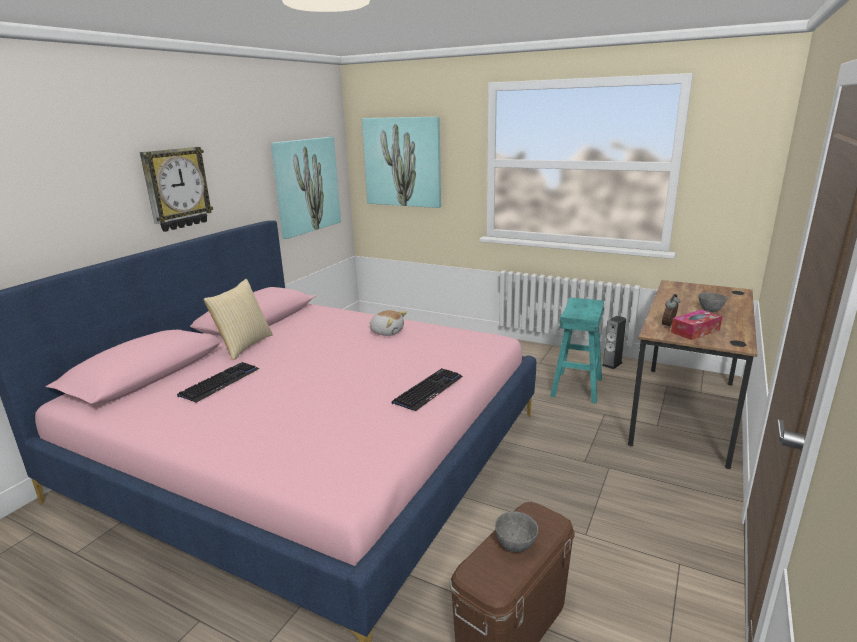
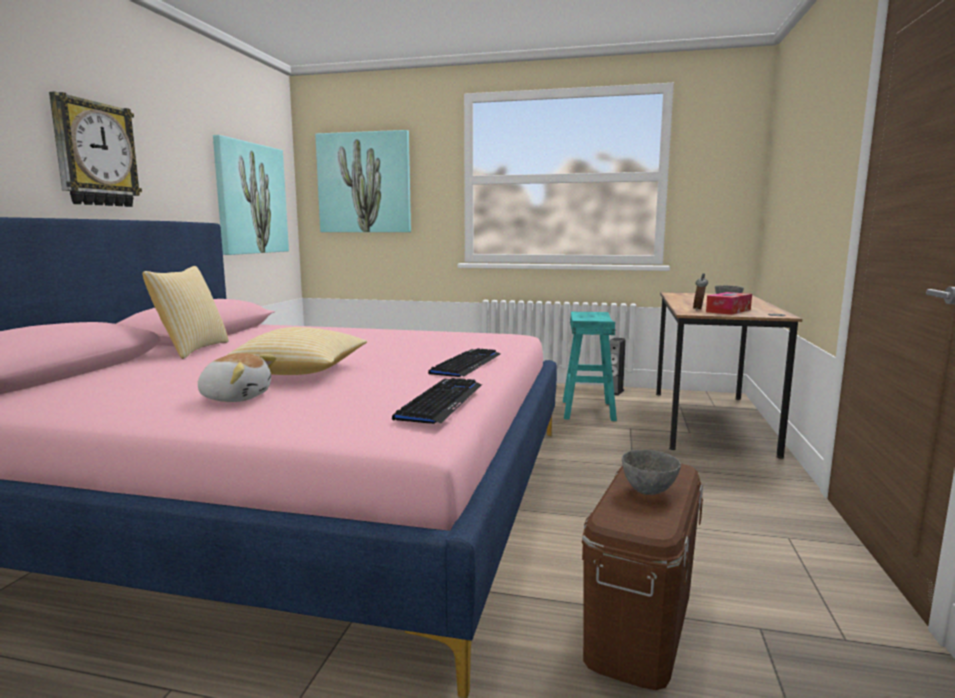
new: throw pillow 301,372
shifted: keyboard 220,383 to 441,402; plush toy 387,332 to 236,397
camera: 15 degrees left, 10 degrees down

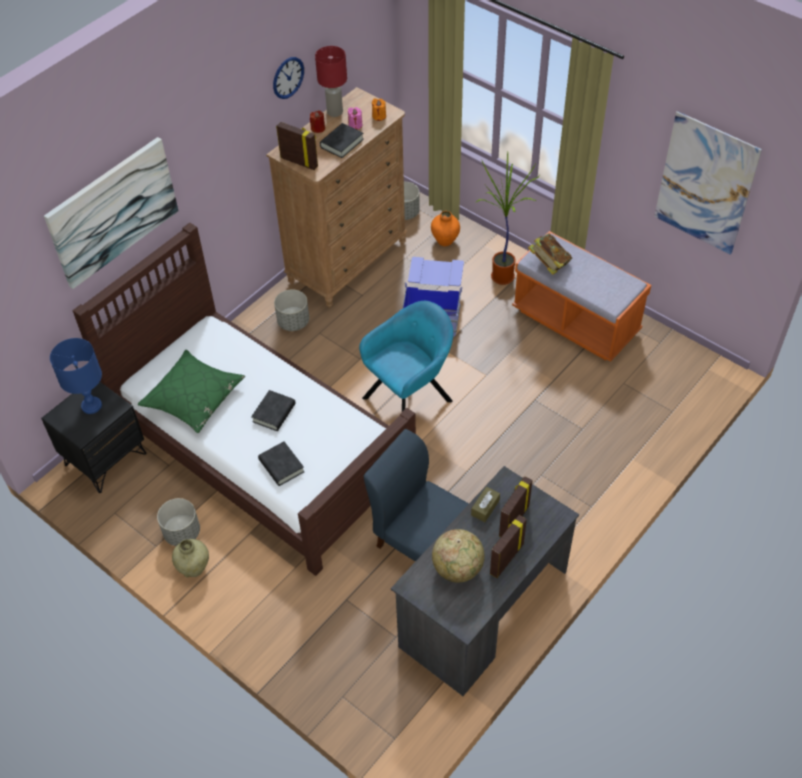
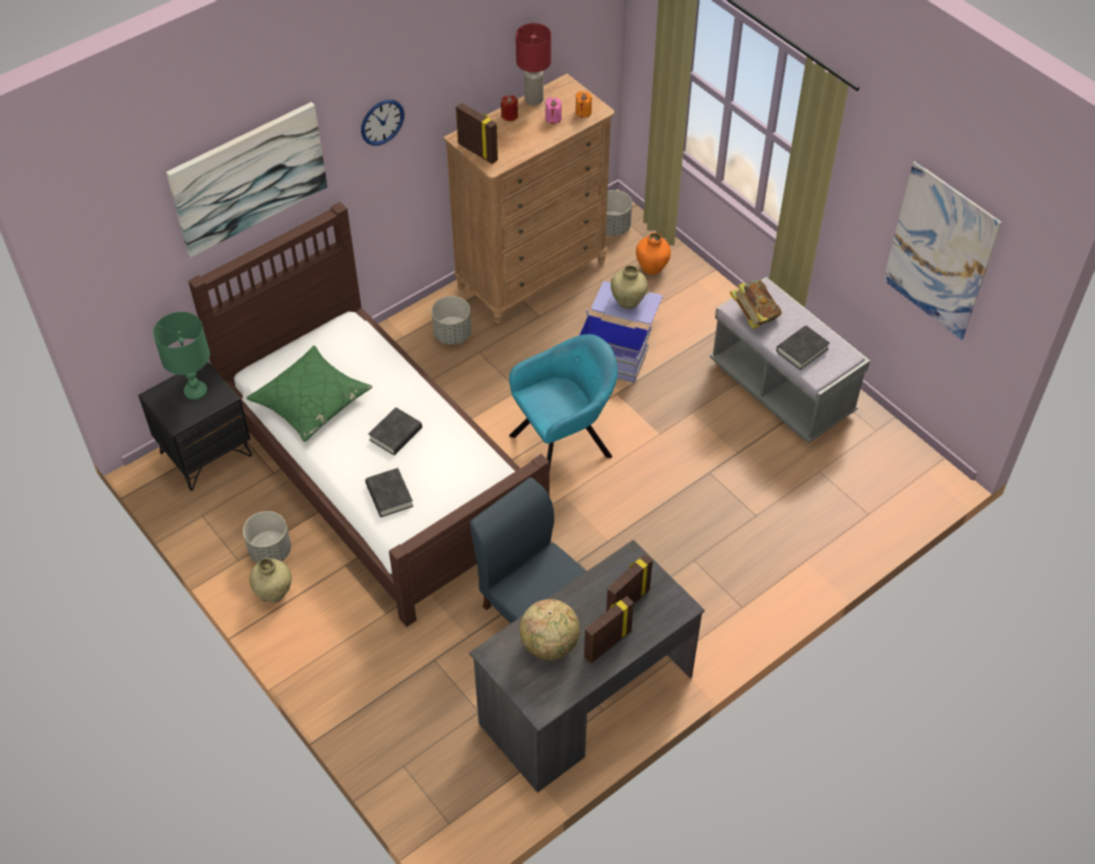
gone: tissue holder/brownish 485,508; potted plant 502,279
new: decorative vase/beige-coloured 628,302
shifted: wall clock 288,77 to 382,122; bound book/black-coloured 341,143 to 802,350
repainted: tabletop lamp/blue-coloured 91,406 to tabletop lamp/greenish 195,391; indoor bench/orange-coloured 575,321 to indoor bench/gray 781,389
camera: 10 degrees right, 0 degrees up

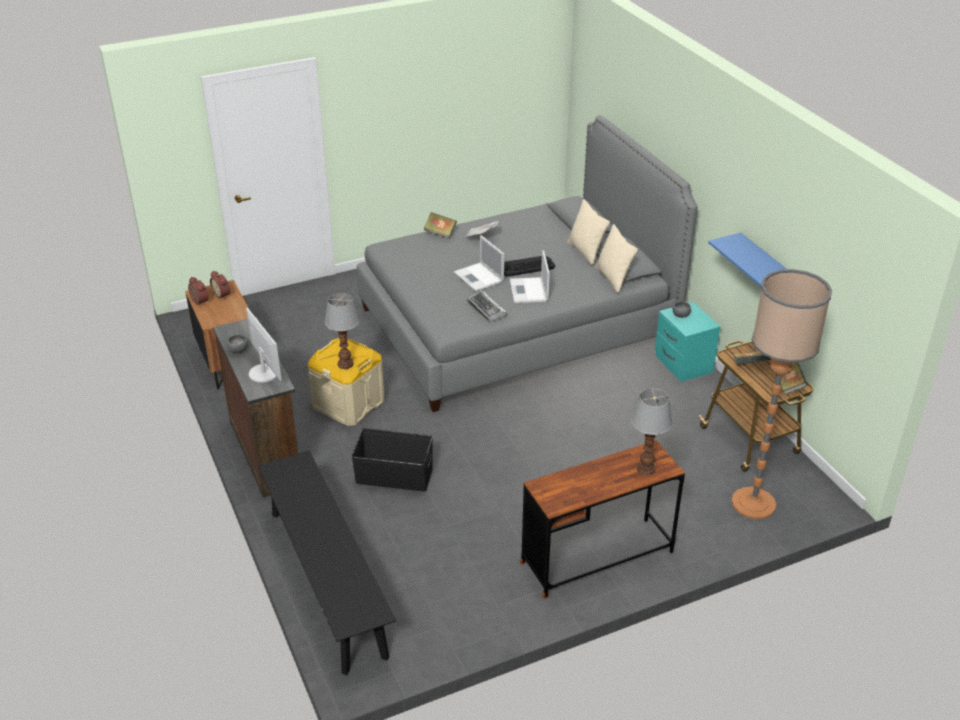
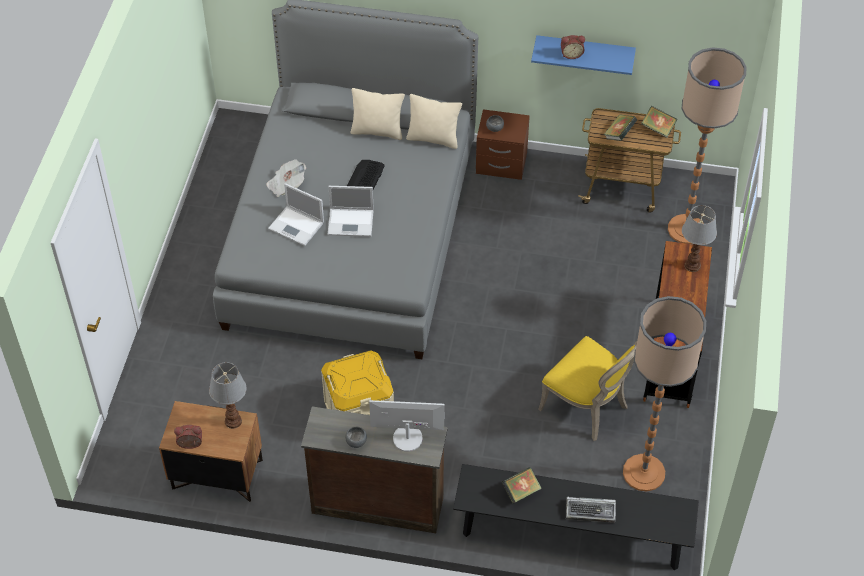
gone: storage bin/black-coloured 394,475
new: upright chair/yellow-coloured 588,408; floor lamp 643,473
shifted: alarm clock 222,295 to 571,54; tabletop lamp 346,364 to 233,420; bound book 440,233 to 521,491; keyboard 487,309 to 591,511; portable computer 529,291 to 297,226
repainted: bedside table/blue-green 682,364 to bedside table/brownish 501,164
camera: 55 degrees left, 15 degrees up

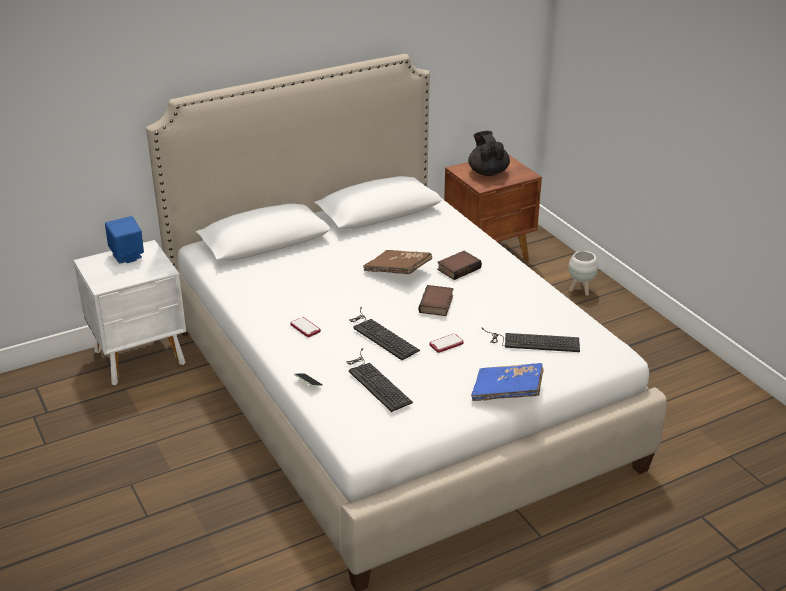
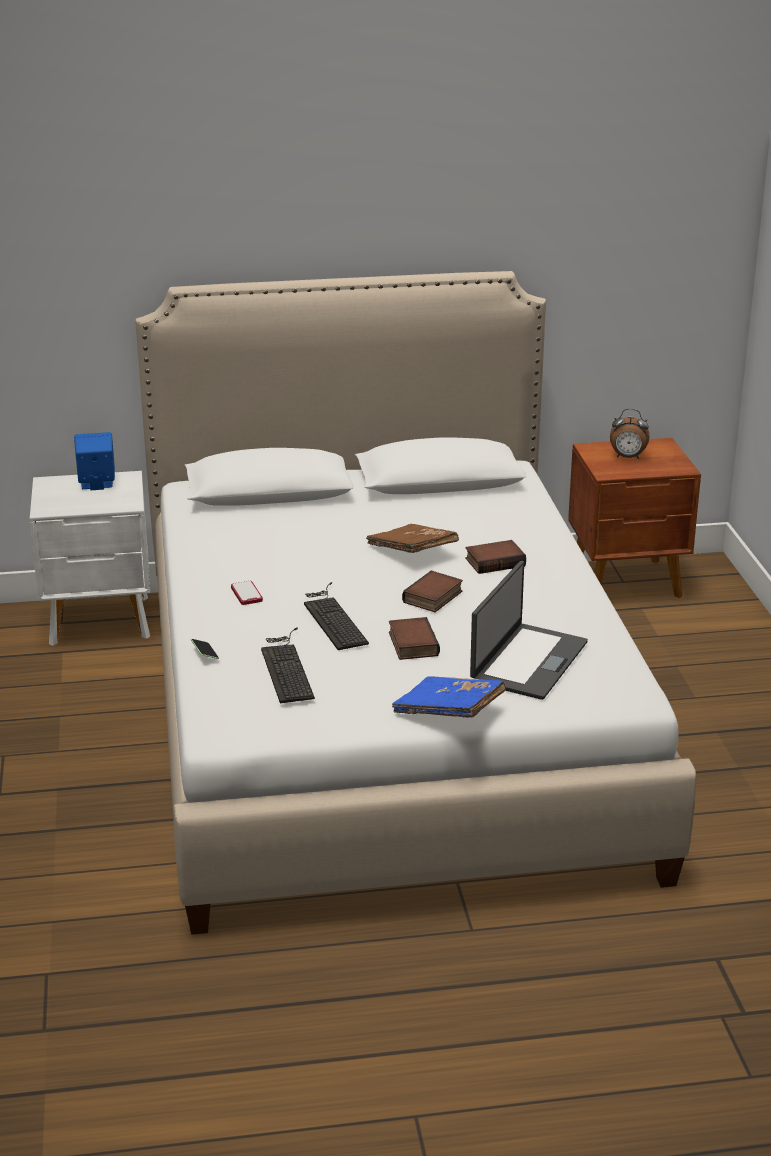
gone: flower pot/white-coloured 580,290
swapped: telephone 446,344 to bound book 411,644; tea pot/black-coloured 488,172 to alarm clock 627,457; keyboard 532,341 to portable computer 527,661
camera: 20 degrees right, 5 degrees down

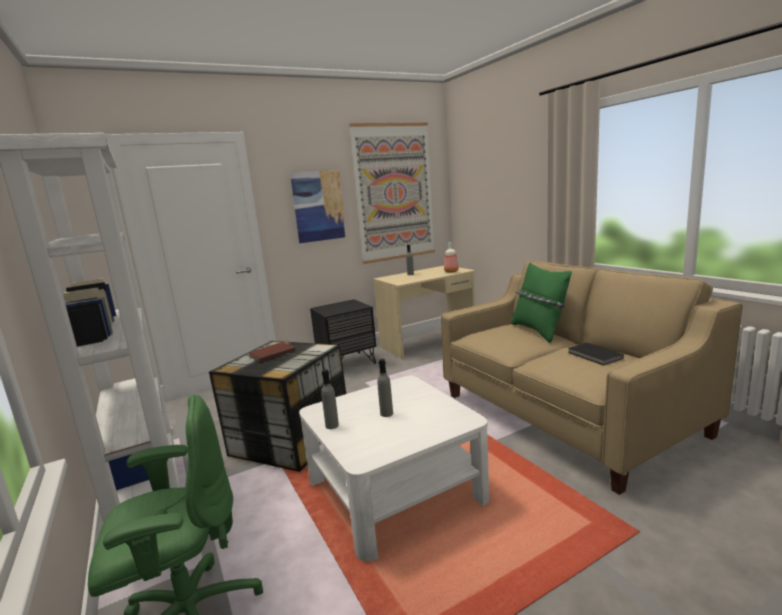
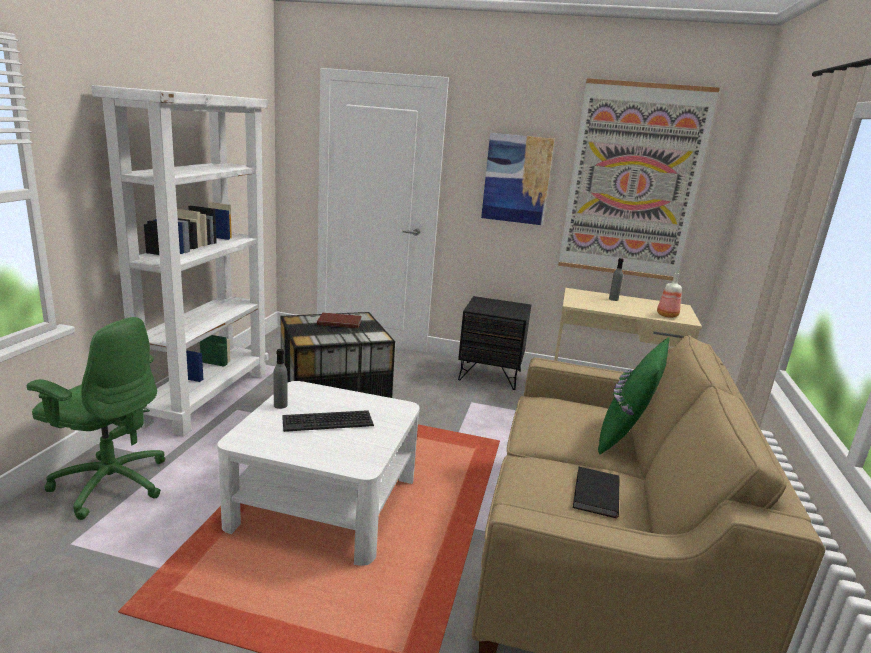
swapped: beverage bottle/gray 386,413 to keyboard 327,421
camera: 40 degrees right, 5 degrees up

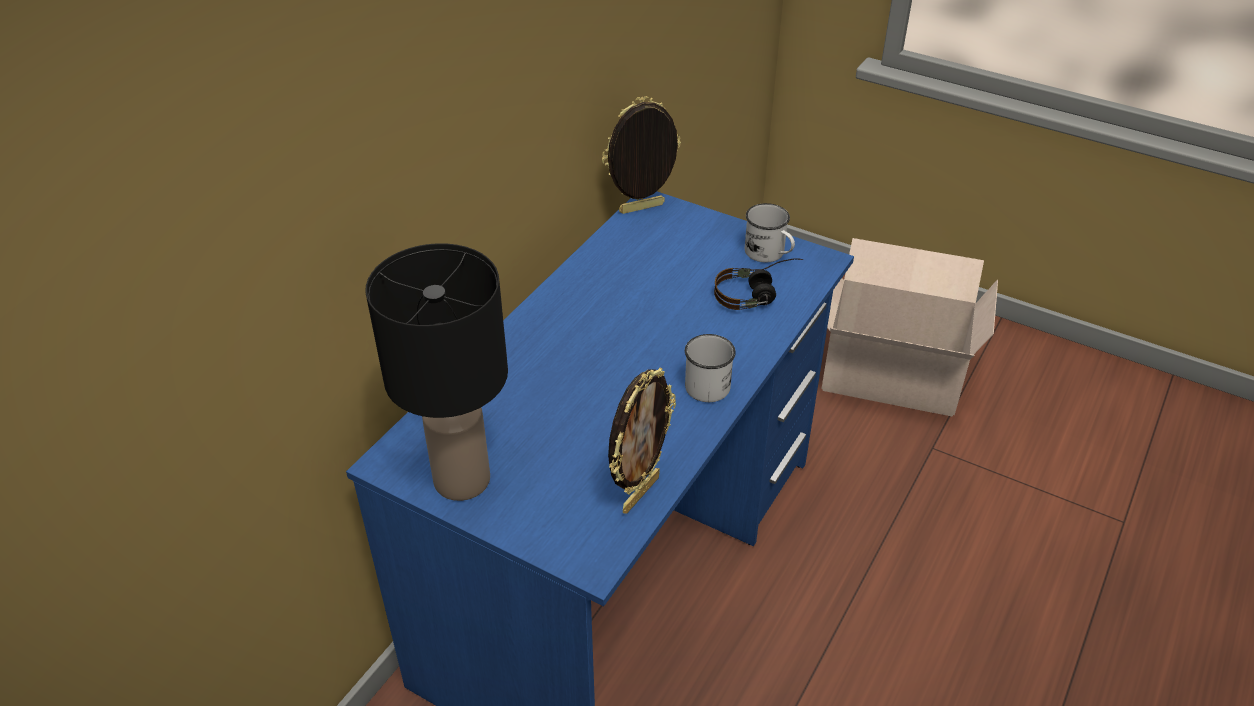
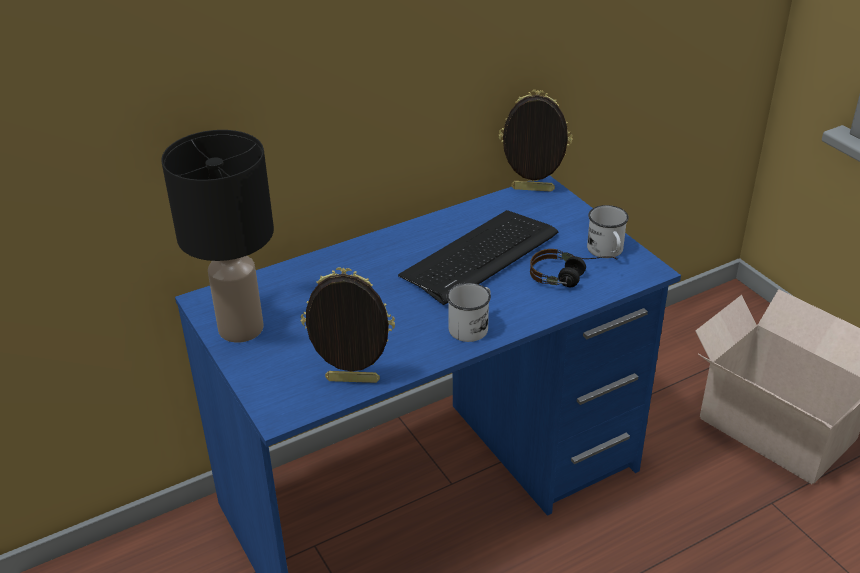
new: keyboard 480,257
rotated: picture frame 639,493 = 352,382 150 degrees counterclockwise
camera: 30 degrees right, 5 degrees down

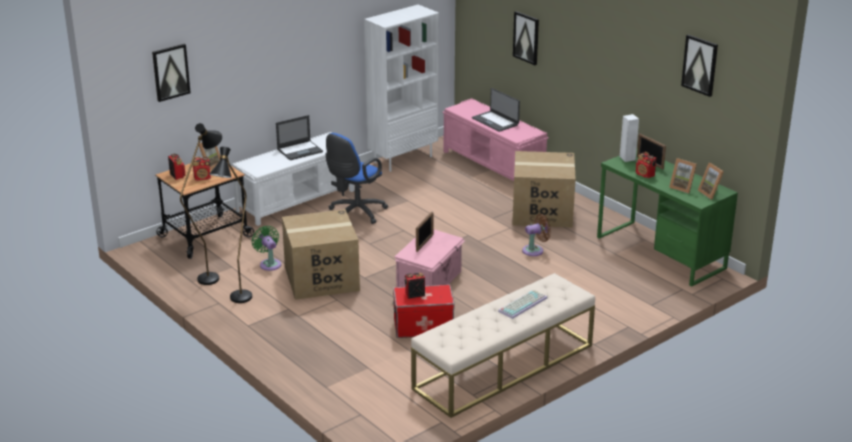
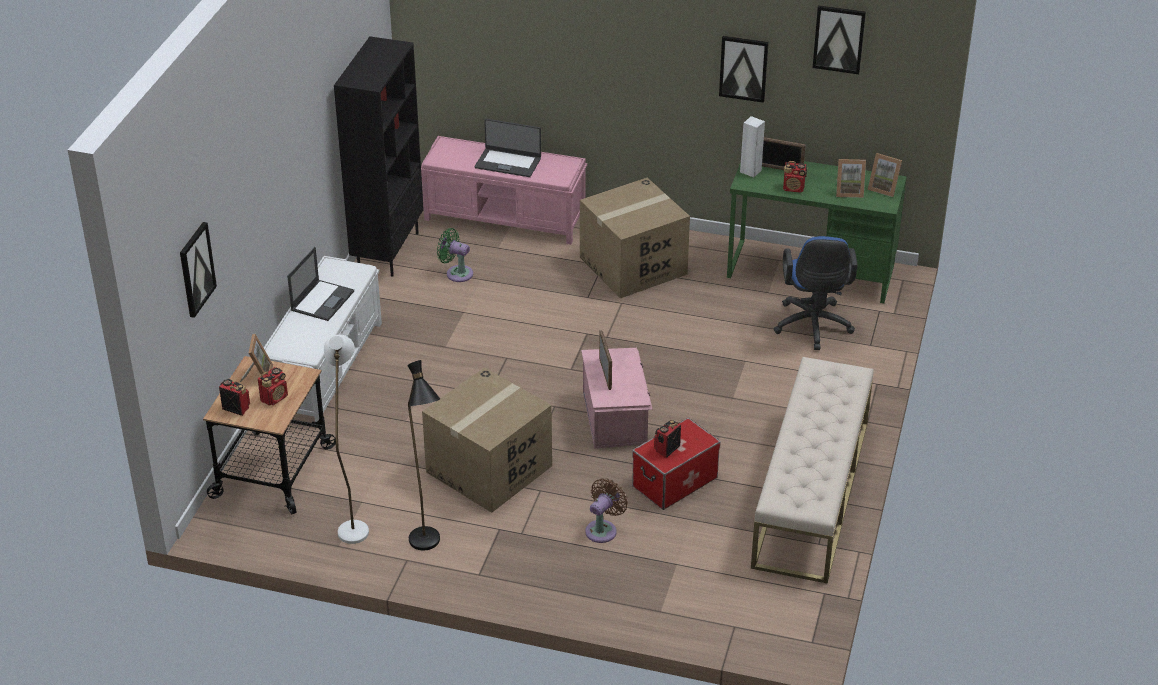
gone: keyboard 522,304
shifted: cooling fan/greenish 269,264 to 457,273; computer chair/blue-coloured 355,214 to 812,328; wall art 526,37 to 743,68; cooling fan/brownish 535,250 to 603,529
repainted: floor lamp/black-coloured 213,275 to floor lamp/white-coloured 353,524; bookshelf/white-coloured 403,159 to bookshelf/black-coloured 387,251
camera: 35 degrees left, 10 degrees up

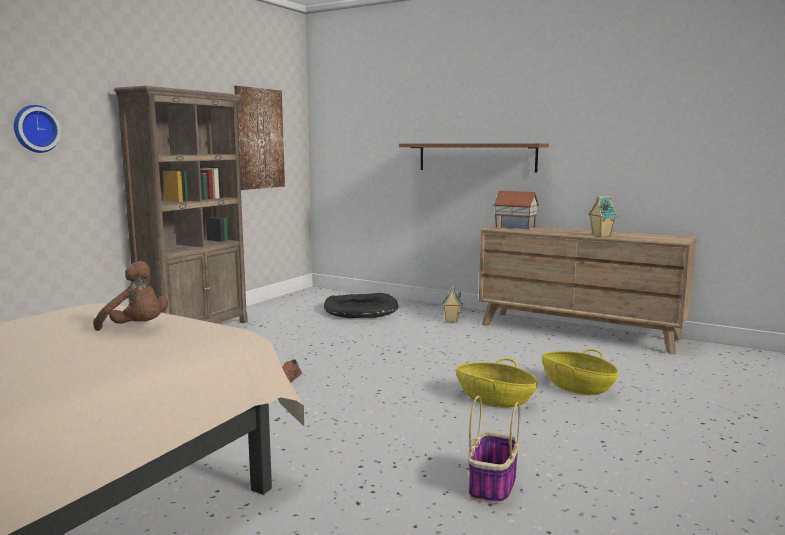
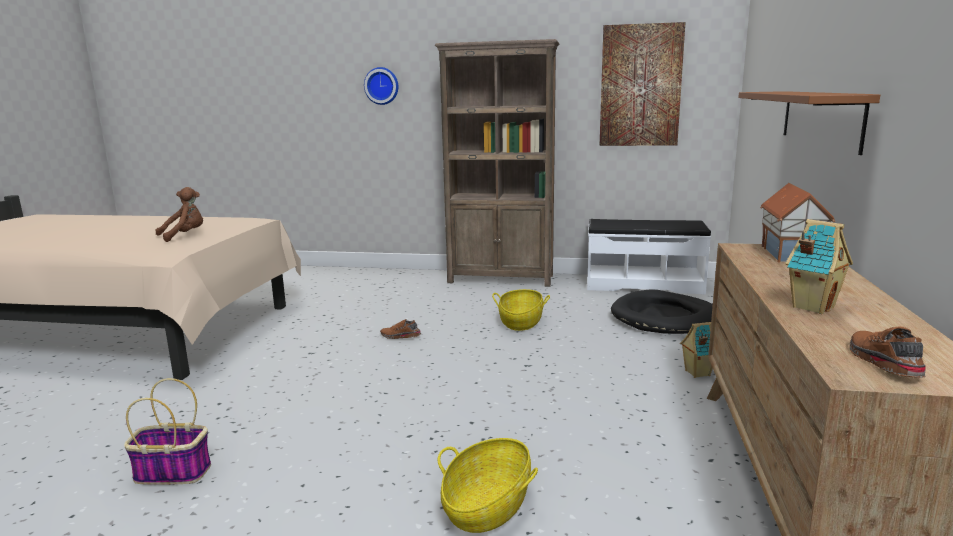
new: indoor bench/white-coloured 643,284; shoe/brownish 881,362
shifted: household basket 494,399 to 521,322
rotated: plush toy/brownish 137,328 = 184,236 135 degrees counterclockwise
camera: 70 degrees right, 5 degrees up

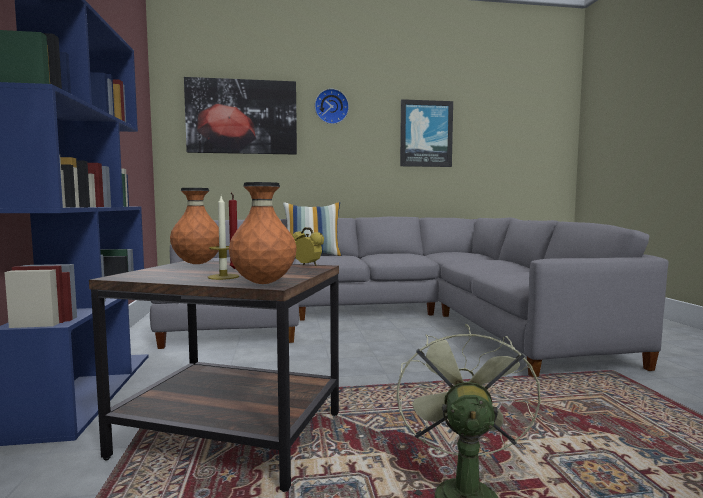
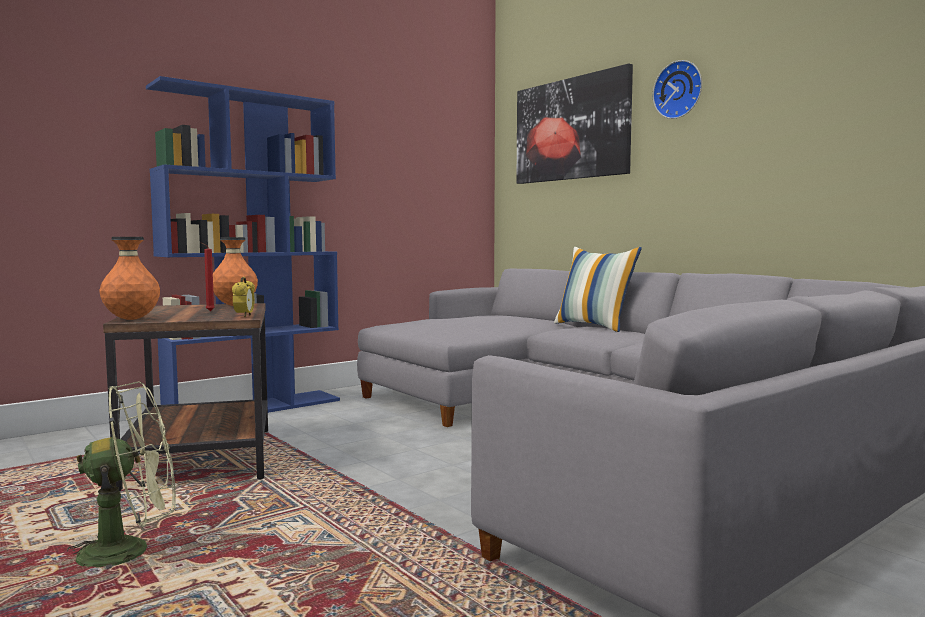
gone: wax candle 223,277; wall art 426,134
camera: 60 degrees right, 0 degrees up

